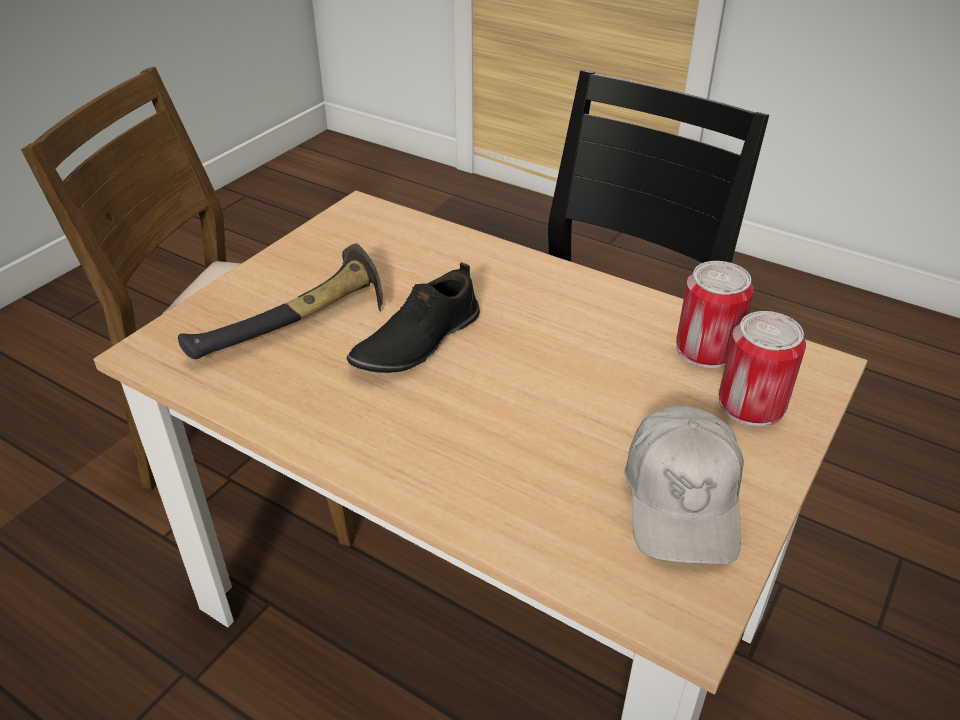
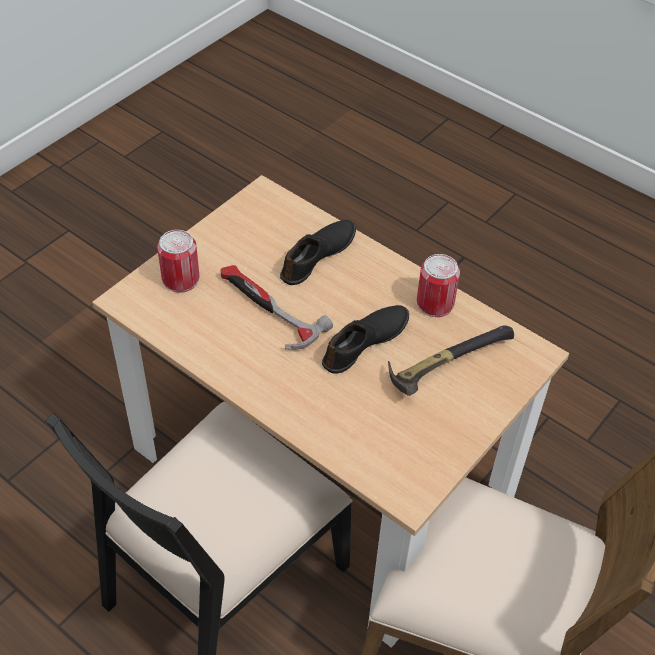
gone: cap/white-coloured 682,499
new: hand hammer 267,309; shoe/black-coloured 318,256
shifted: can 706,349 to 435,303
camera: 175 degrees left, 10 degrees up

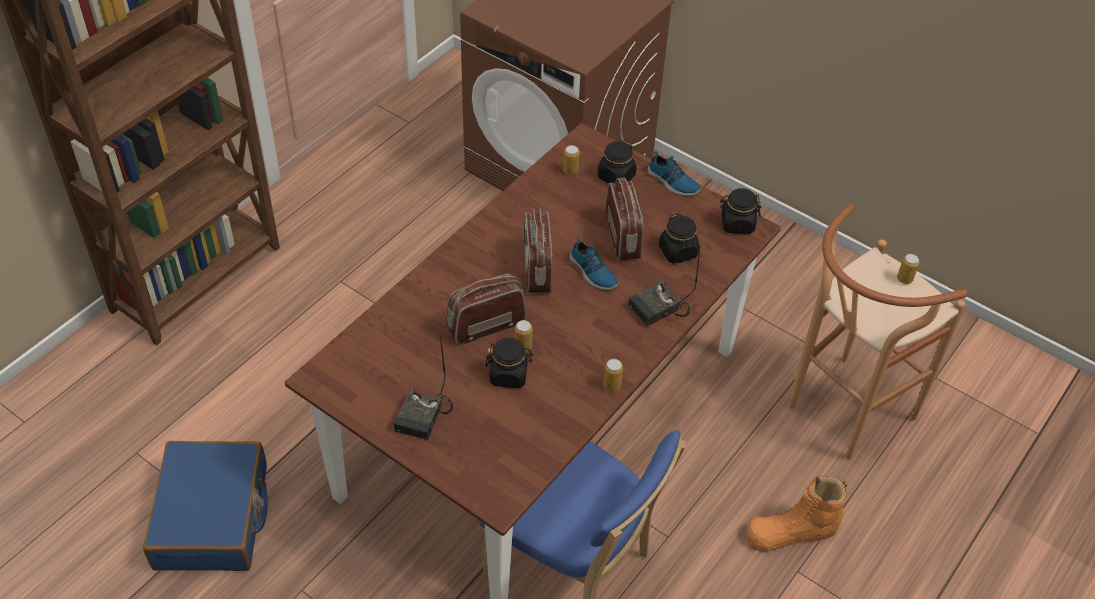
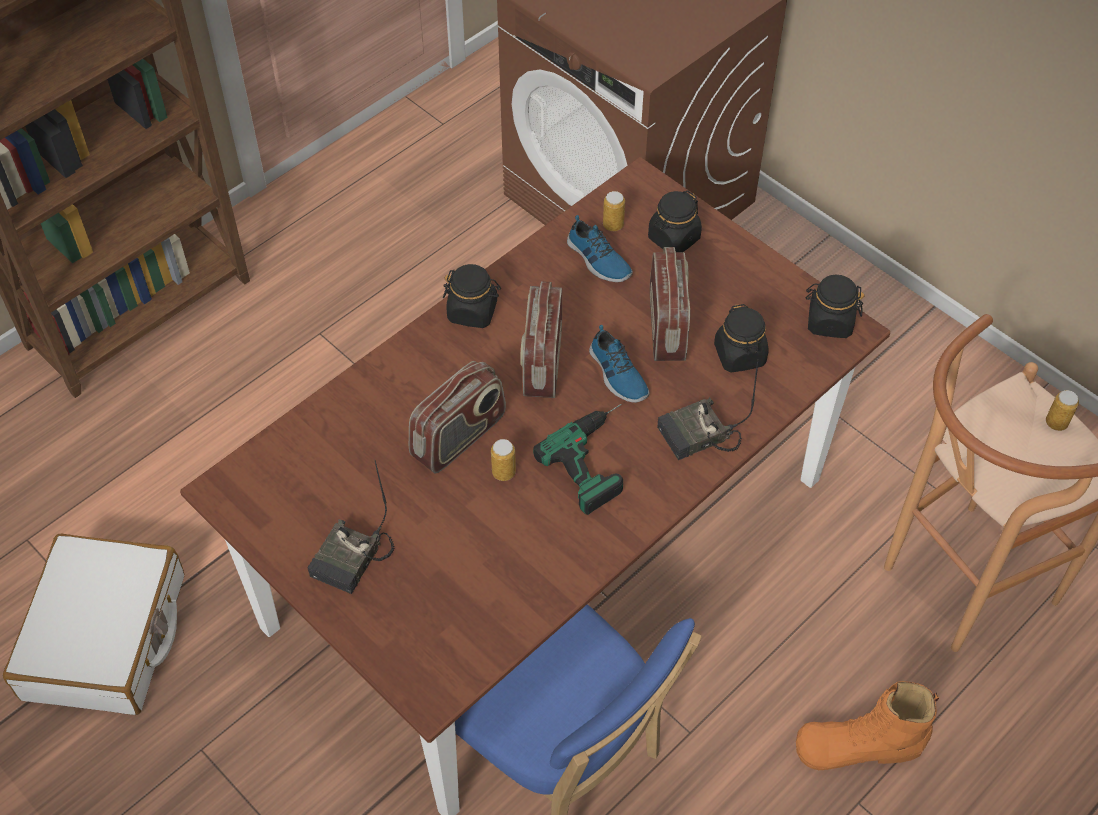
gone: can 612,385
new: drill 599,458
shifted: jar/black-coloured 509,375 to 473,311; shoe 672,182 to 598,260
repainted: piece of luggage/blue-coloured 212,517 to piece of luggage/white-coloured 106,637
rotated: radio 486,325 = 459,437 150 degrees clockwise
camera: 10 degrees right, 5 degrees up

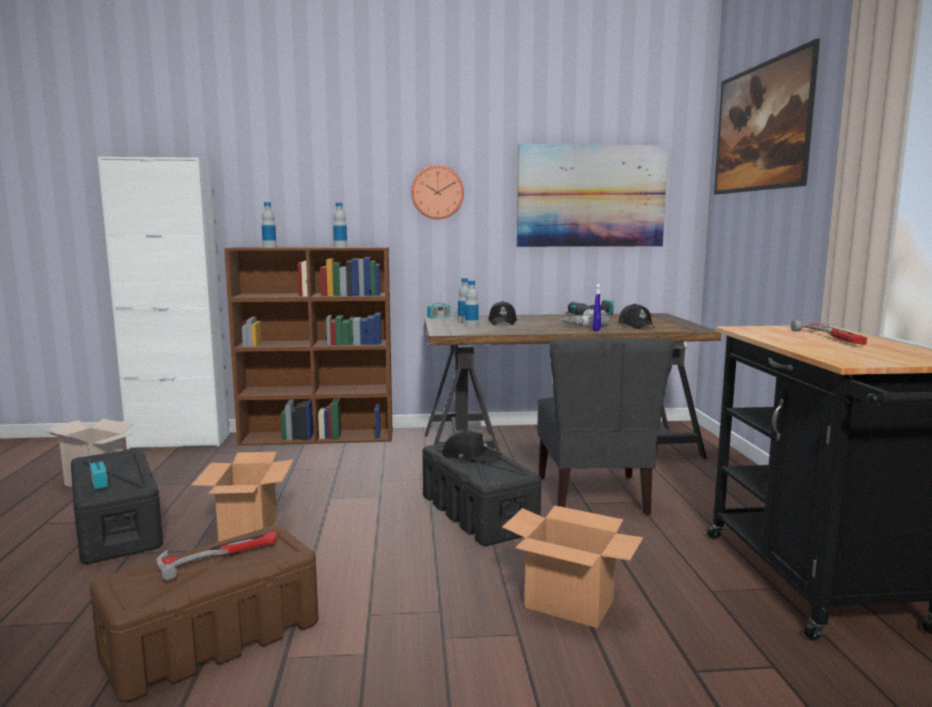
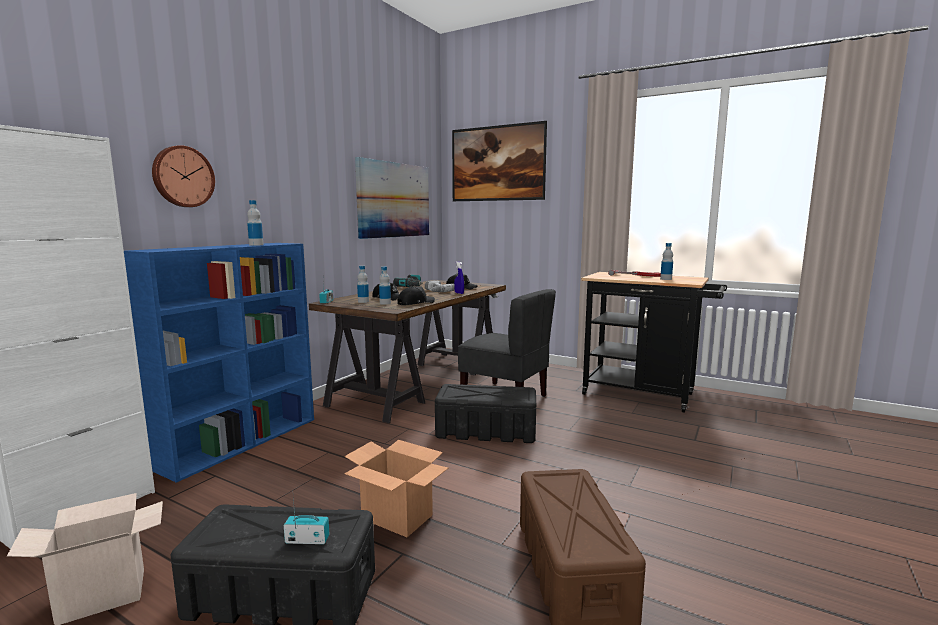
gone: hand hammer 220,555; cardboard box 570,604
shifted: beverage bottle 269,247 to 666,279; wall clock 437,192 to 182,177; cap/black-coloured 471,456 to 415,303
repainted: bookshelf/brownish 319,437 to bookshelf/blue-coloured 242,441
camera: 55 degrees left, 0 degrees up

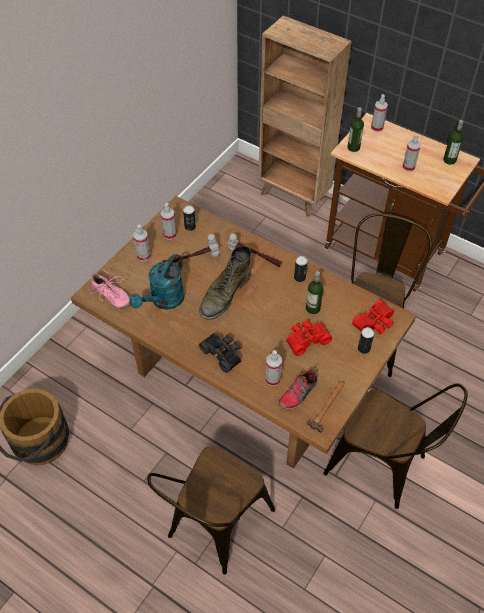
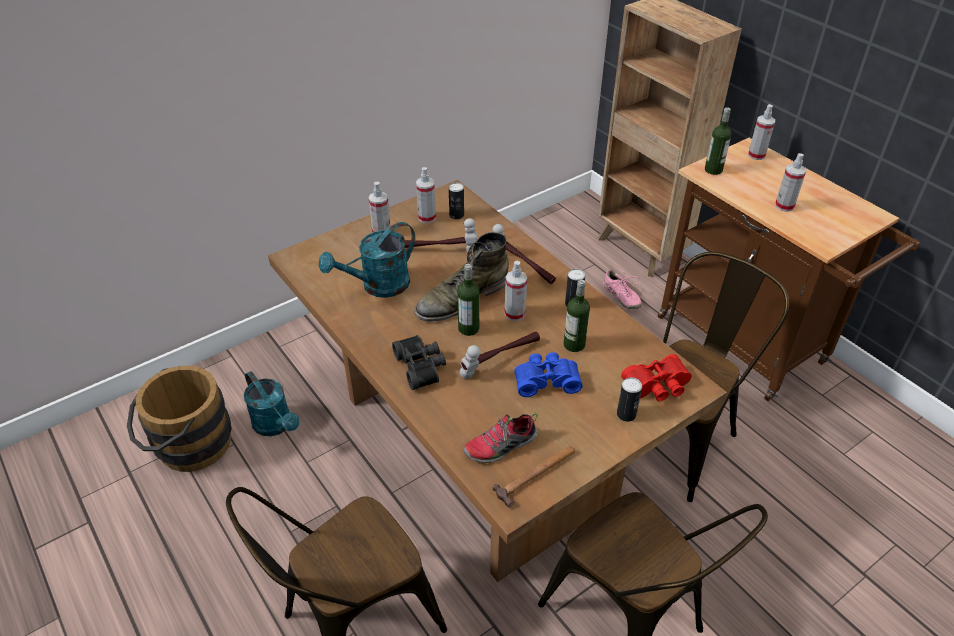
new: watering pot/blue-green 276,426; hand hammer 500,360
shifted: shoe/pink-coloured 111,296 to 621,297; sprayer 272,379 to 514,314; beverage bottle 449,160 to 468,328
repainted: binoculars/red-coloured 306,339 to binoculars/blue-coloured 546,380
camera: 20 degrees right, 10 degrees down

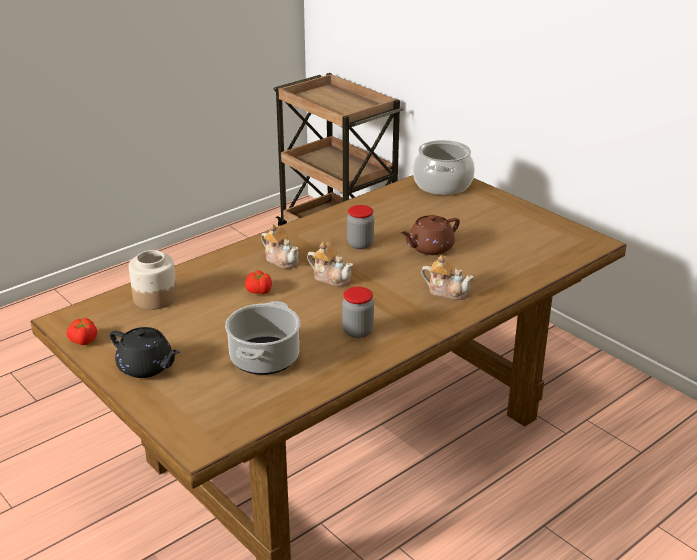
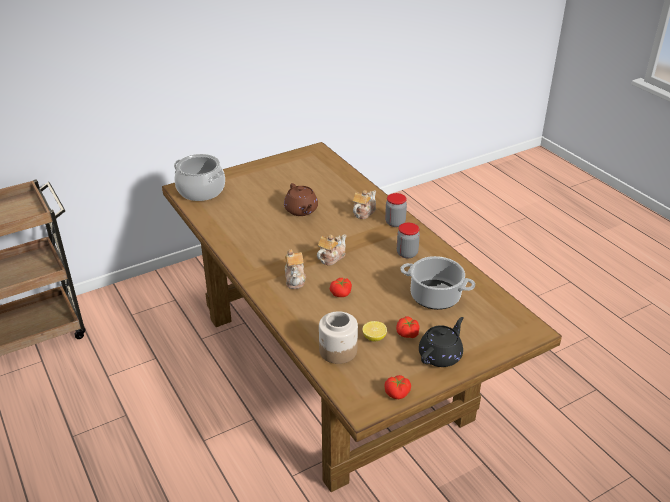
new: citrus fruit 374,338; whole tomato 407,334
shifted: jar 360,244 to 395,223
rotated: tea pot 281,260 = 295,279 120 degrees clockwise
camera: 80 degrees left, 5 degrees up

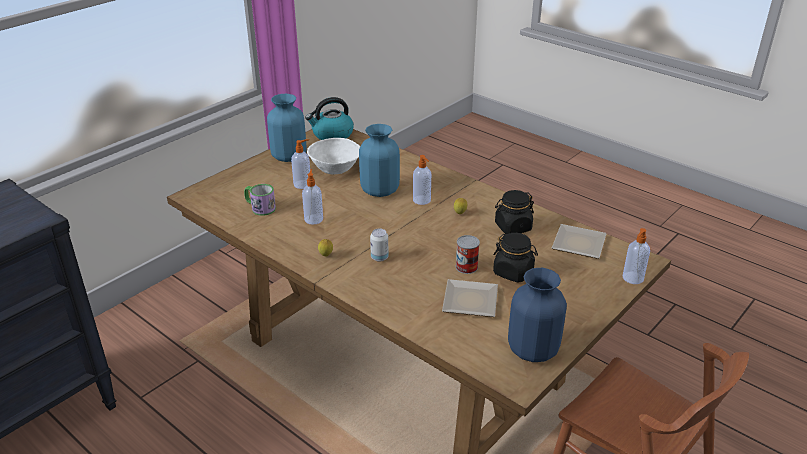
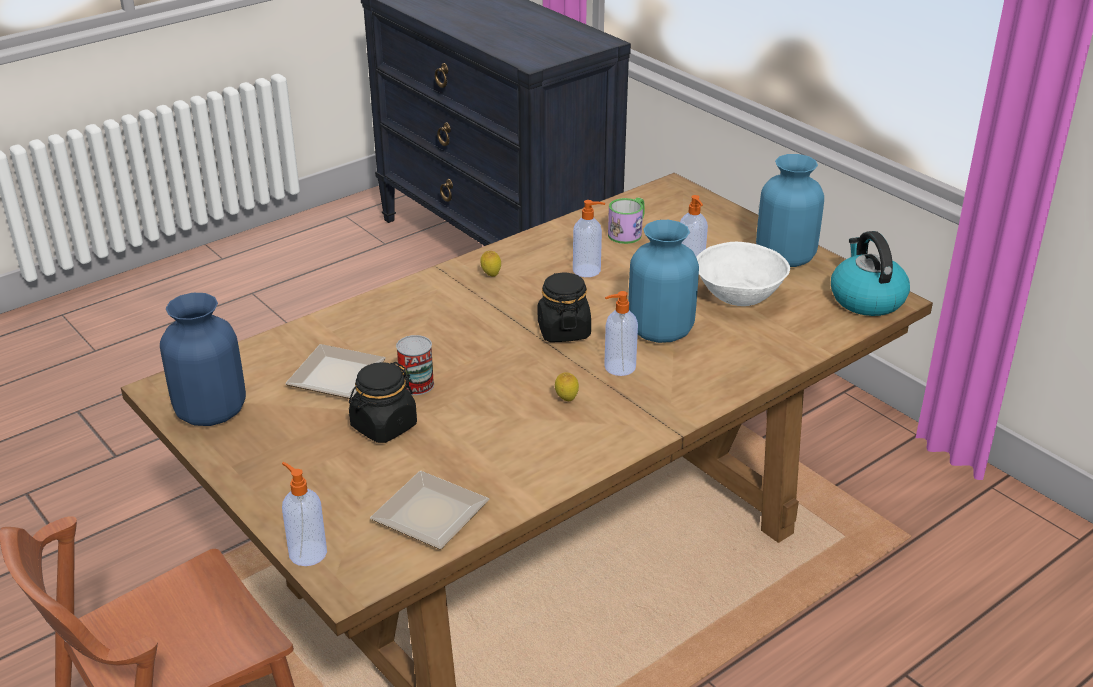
gone: can 379,257
shifted: jar/black-coloured 512,227 to 563,331
camera: 100 degrees right, 0 degrees up

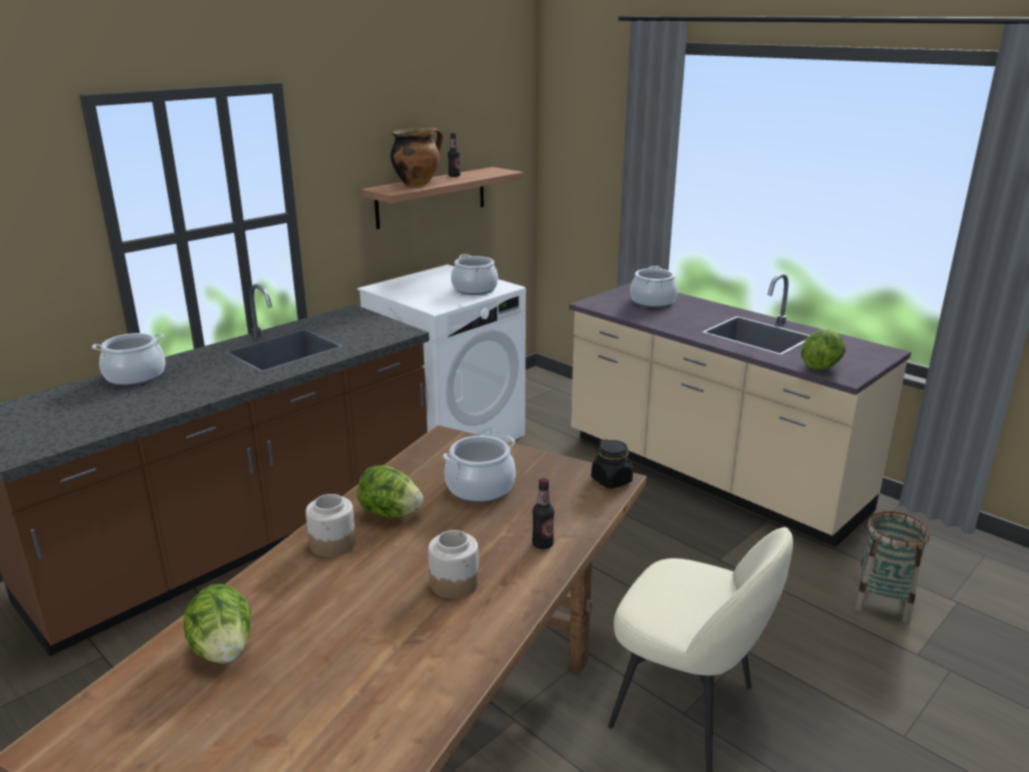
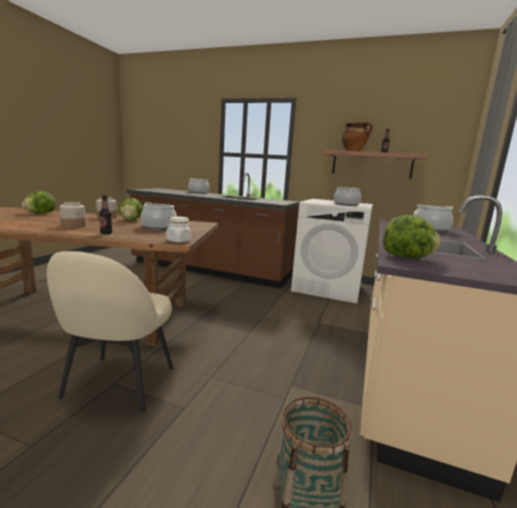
repainted: jar/black-coloured 612,480 to jar/white-coloured 178,241
camera: 65 degrees right, 10 degrees down

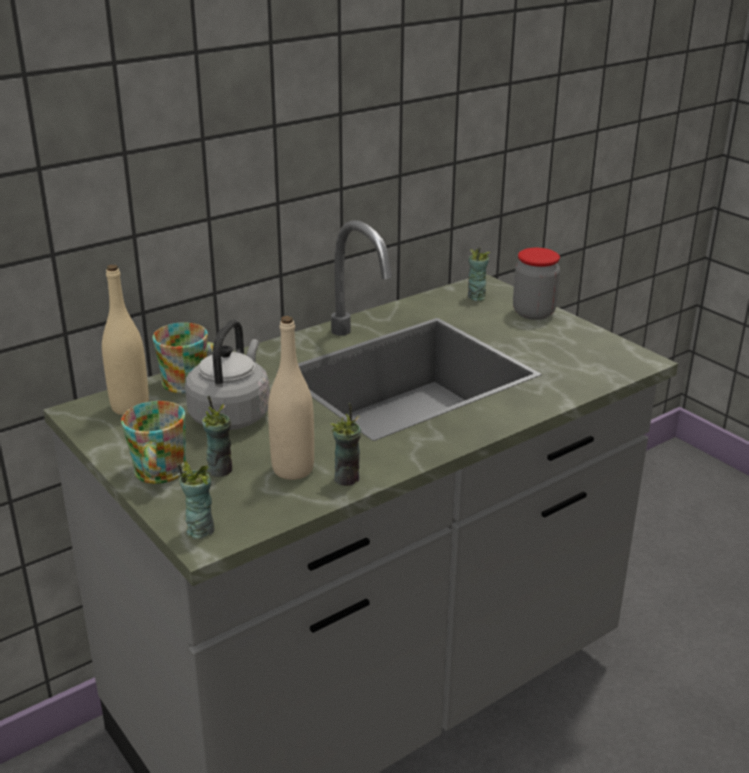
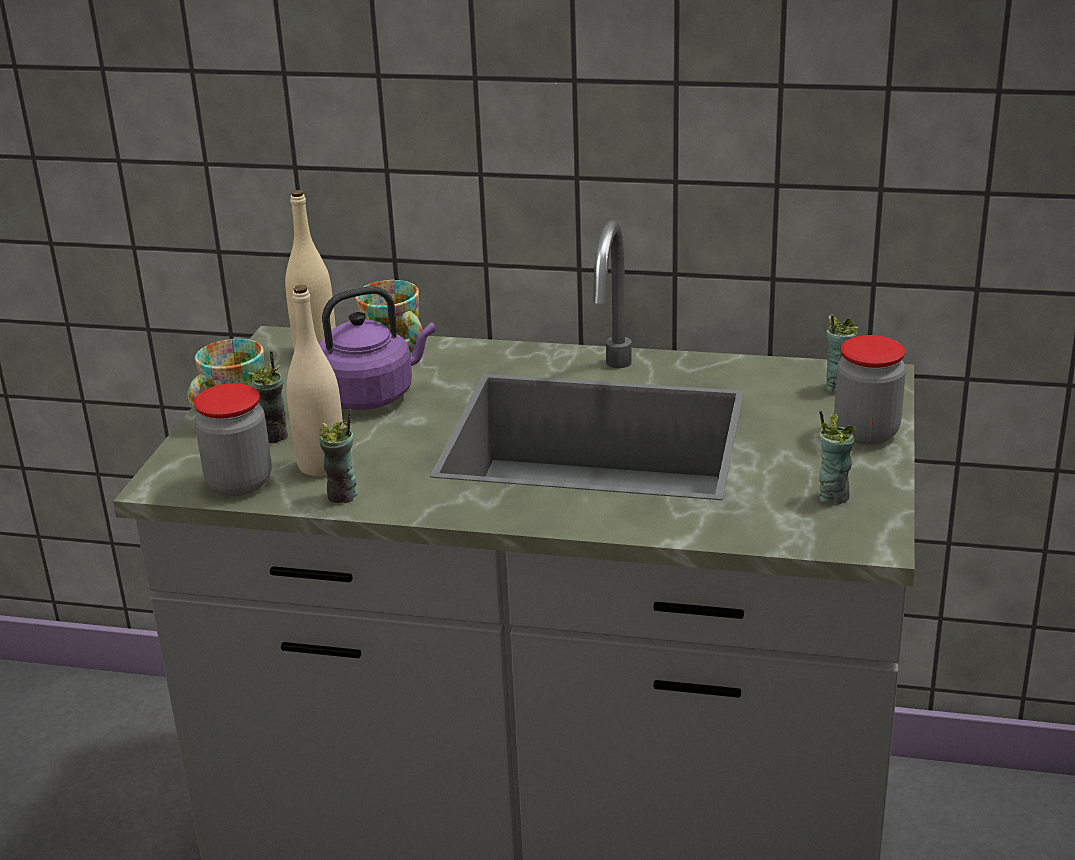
new: jar 239,483
shifted: cup 200,530 to 833,496
repainted: kettle/gray 231,414 to kettle/purple 371,395
camera: 50 degrees right, 0 degrees up

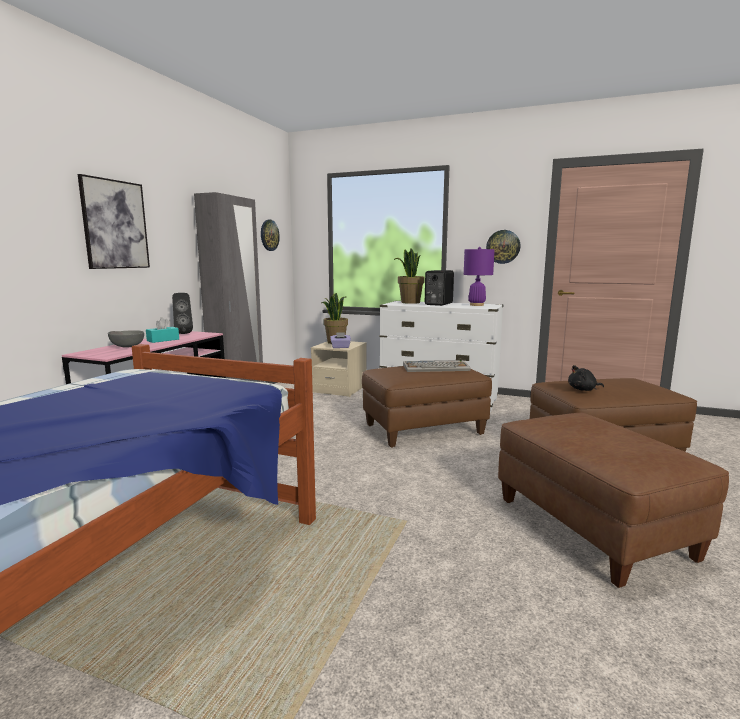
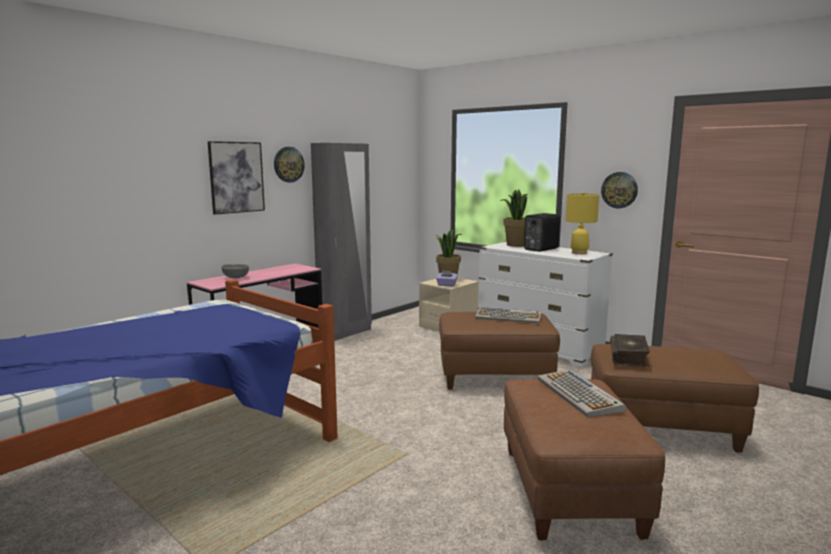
gone: tissue holder/blue-green 163,340; loudspeaker/black-coloured 183,333
new: keyboard 580,394
shifted: wall clock 269,235 to 288,164
swapped: plush toy/black-coloured 583,390 to bound book 629,357
repainted: tabletop lamp/purple 476,305 to tabletop lamp/yellow-coloured 579,253
camera: 20 degrees right, 0 degrees up

